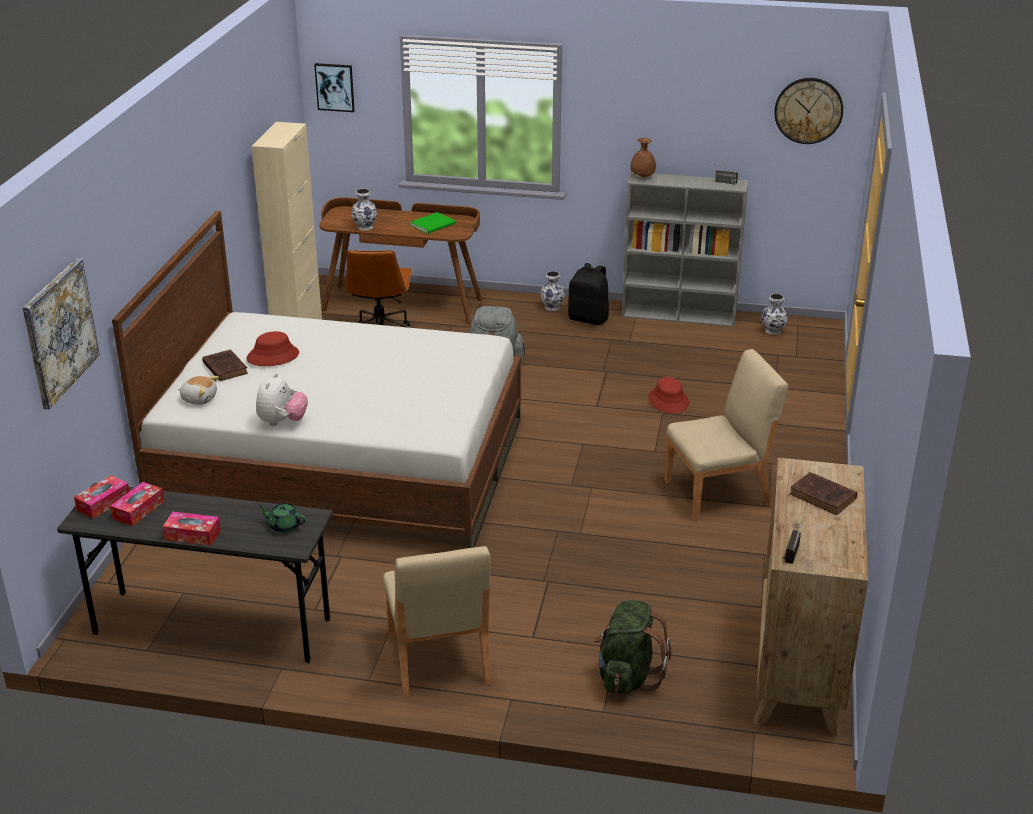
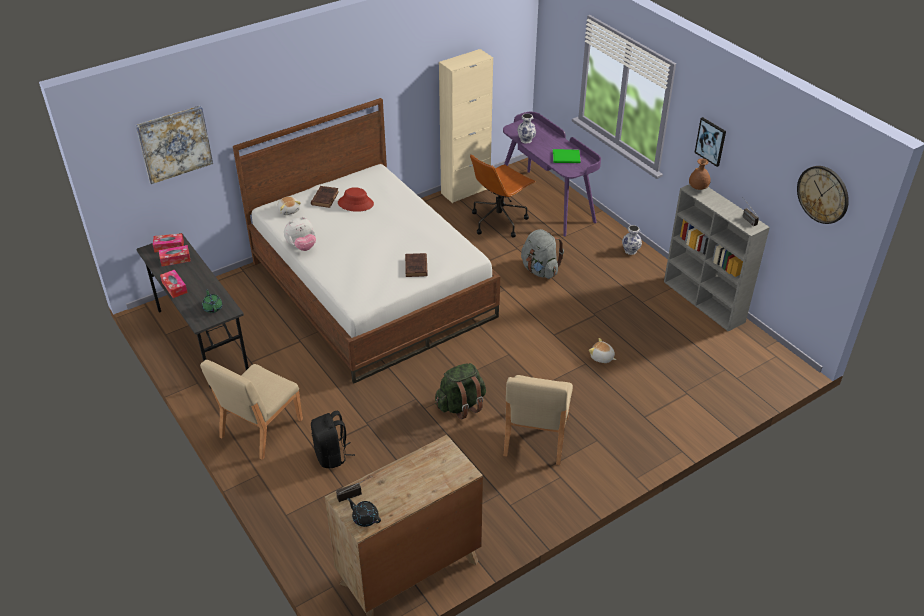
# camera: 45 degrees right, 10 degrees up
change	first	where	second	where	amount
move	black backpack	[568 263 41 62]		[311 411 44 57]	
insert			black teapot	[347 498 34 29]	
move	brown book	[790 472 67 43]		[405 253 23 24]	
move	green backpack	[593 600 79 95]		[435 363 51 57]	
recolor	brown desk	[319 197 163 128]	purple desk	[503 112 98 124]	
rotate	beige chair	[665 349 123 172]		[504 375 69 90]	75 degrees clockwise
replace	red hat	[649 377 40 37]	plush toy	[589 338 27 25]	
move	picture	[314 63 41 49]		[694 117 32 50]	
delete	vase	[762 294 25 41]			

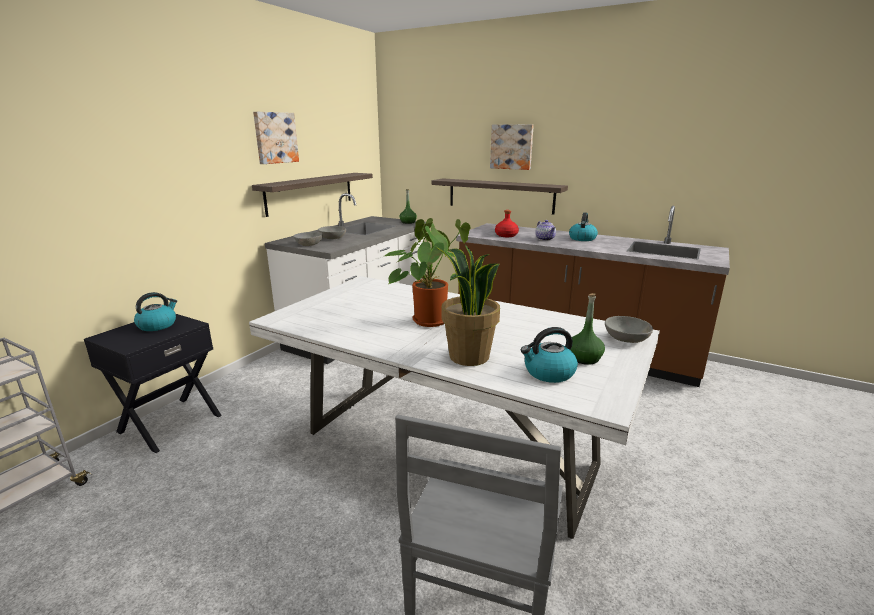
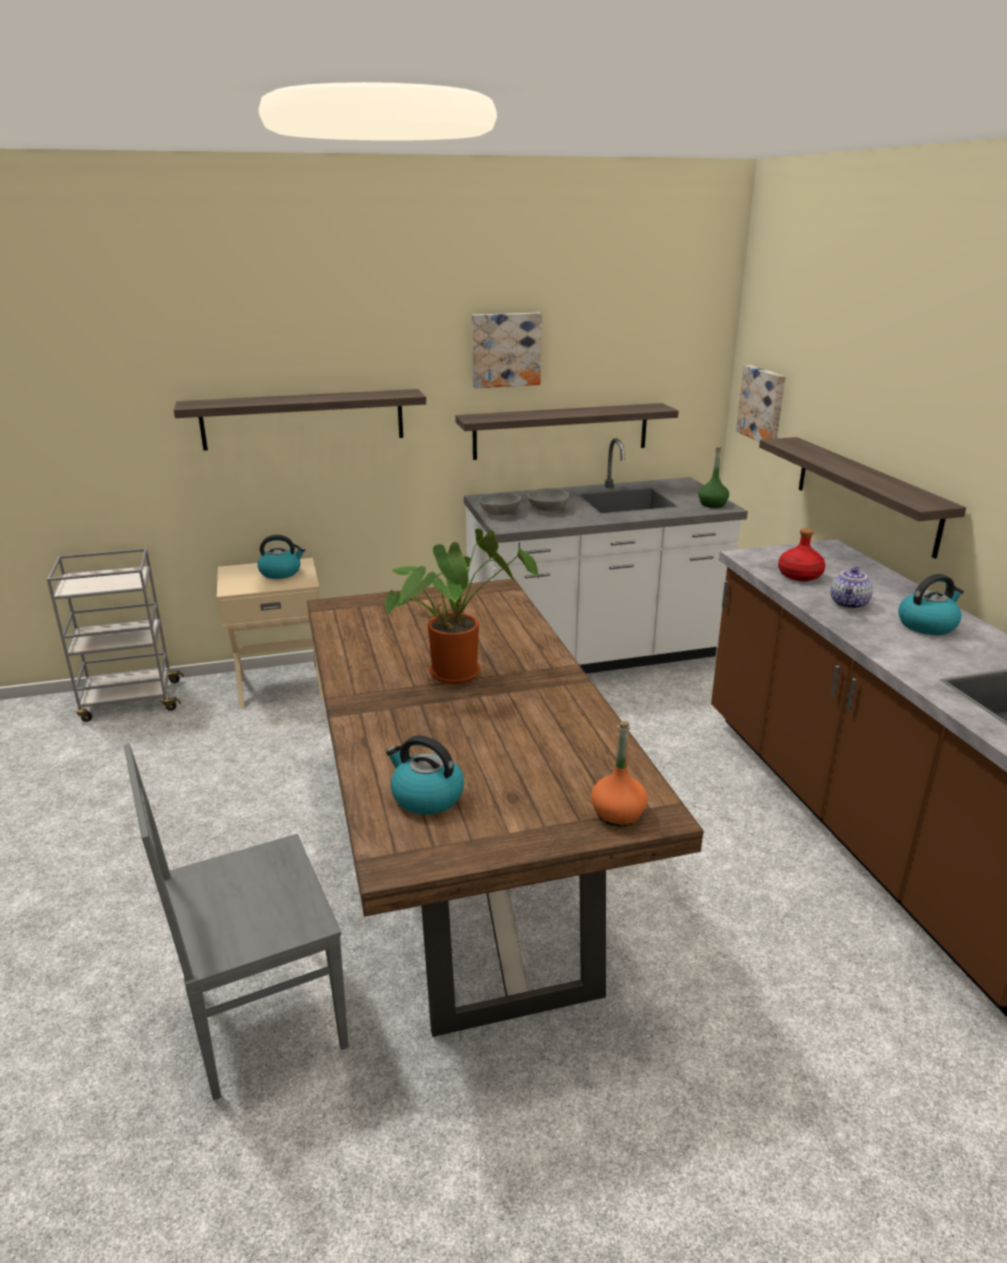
# camera: 45 degrees right, 5 degrees up
change	first	where	second	where	amount
insert			shelf	[174 389 252 62]	
recolor	black nightstand	[84 314 138 139]	beige nightstand	[217 558 107 151]	
recolor	white dining table	[249 276 411 263]	brown dining table	[307 579 397 458]	
replace	grey bowl	[605 316 48 27]	orange bottle	[591 721 57 105]	
move	picture	[490 124 44 46]		[736 365 50 77]	
delete	potted plant	[435 245 65 121]			
delete	green bottle	[571 293 34 72]			

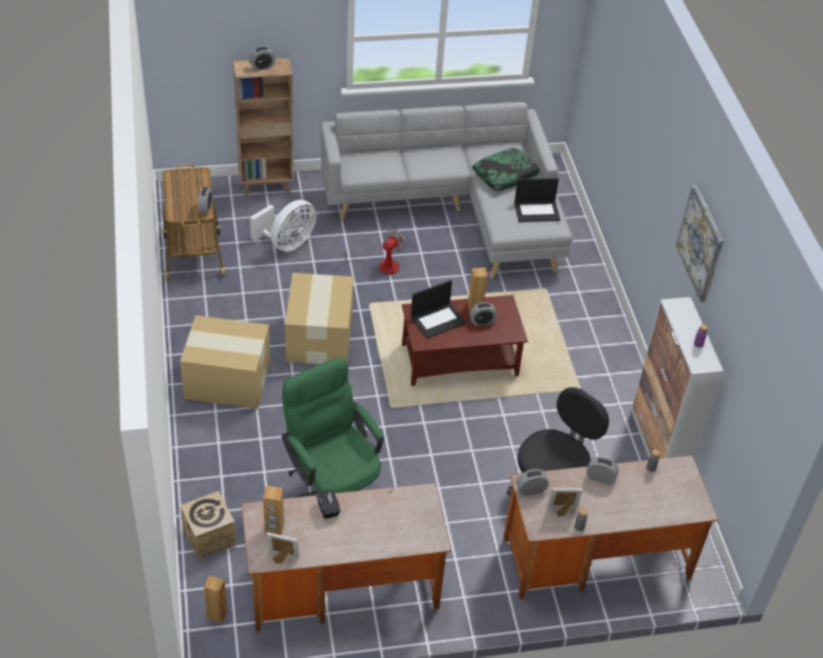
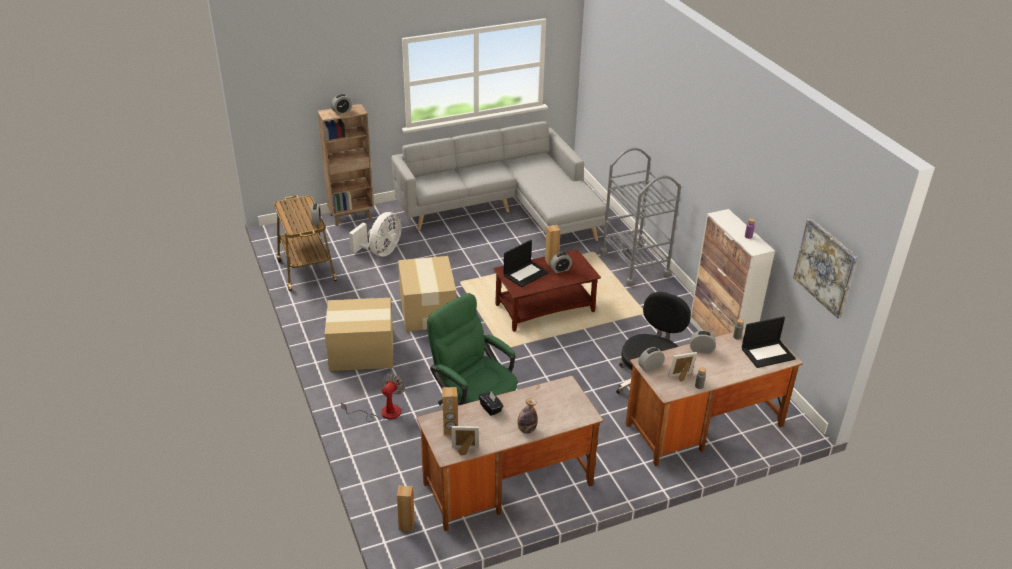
# camera: 10 degrees left, 10 degrees down
change	first	where	second	where	amount
move	fan	[341 229 65 46]		[341 373 64 49]	
insert			bottle	[517 398 21 36]	
insert			grey cart	[600 147 81 140]	
move	laptop	[514 178 46 44]		[742 316 54 52]	
move	picture	[676 185 48 117]		[793 218 65 100]	
delete	cardboard box	[180 491 56 69]			
delete	pillow	[472 148 68 43]			

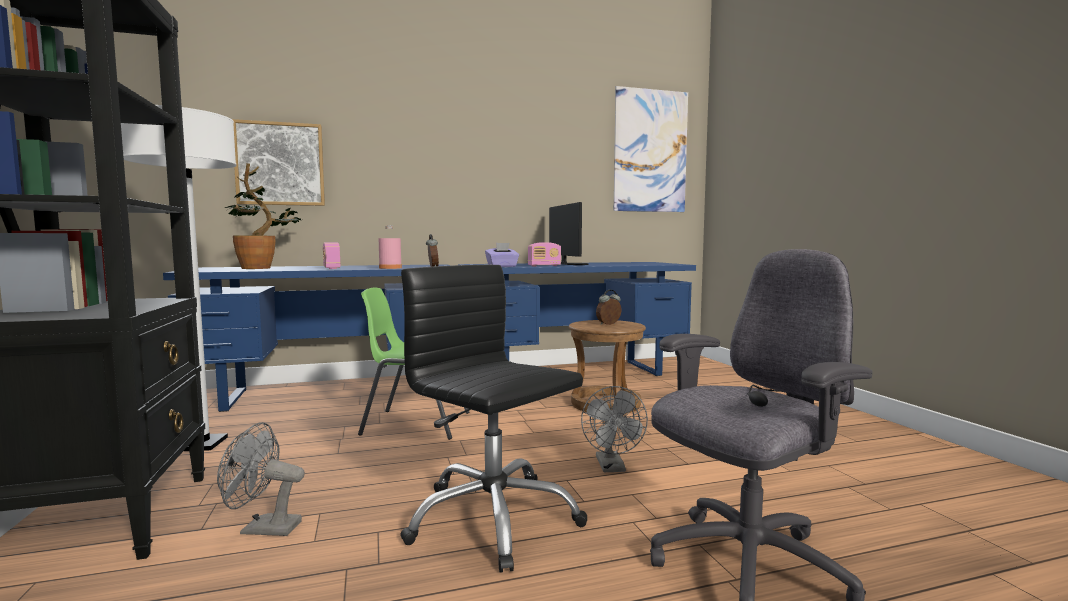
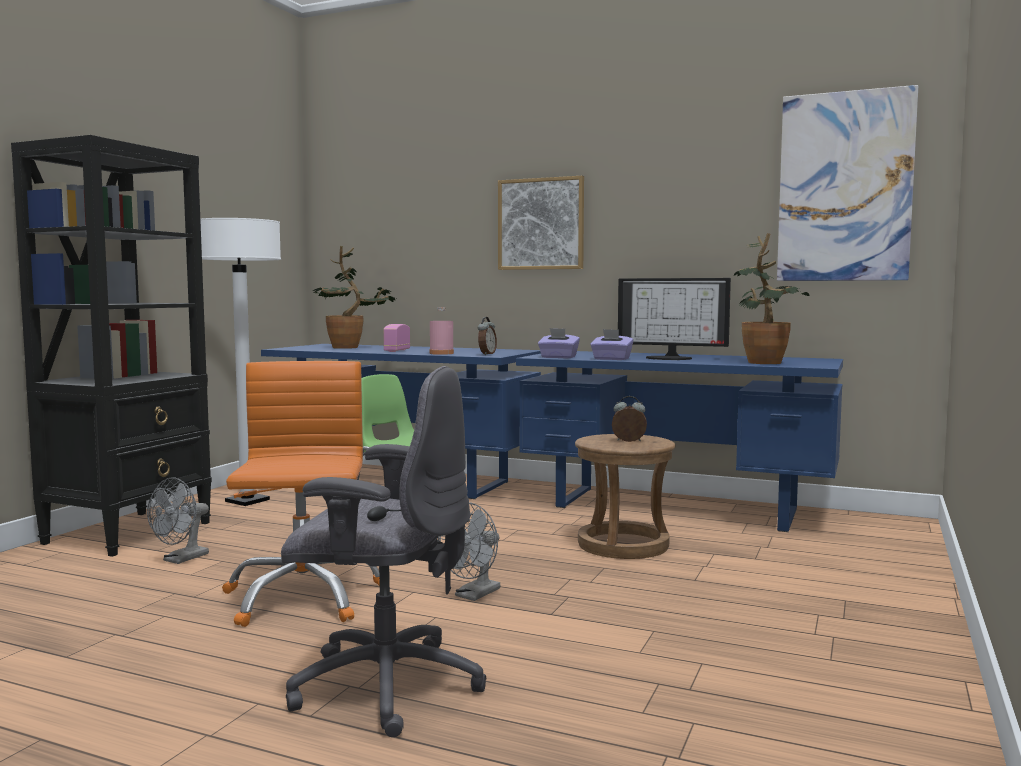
# camera: 40 degrees right, 0 degrees up
change	first	where	second	where	amount
rotate	grey fan	[217 422 88 114]		[147 478 62 86]	105 degrees counterclockwise
recolor	black office chair	[400 265 187 308]	orange office chair	[222 361 158 266]	
move	picture	[232 119 93 87]		[498 176 86 94]	
replace	radio	[528 242 33 24]	purple tissue box	[590 329 44 31]	
rotate	monitor	[549 202 39 63]		[618 278 113 82]	90 degrees clockwise
insert			potted plant	[734 233 75 131]	

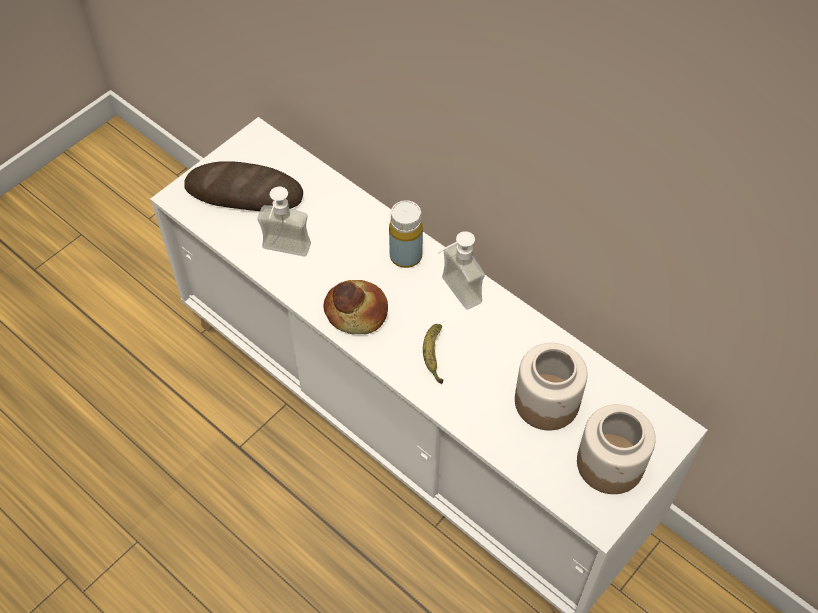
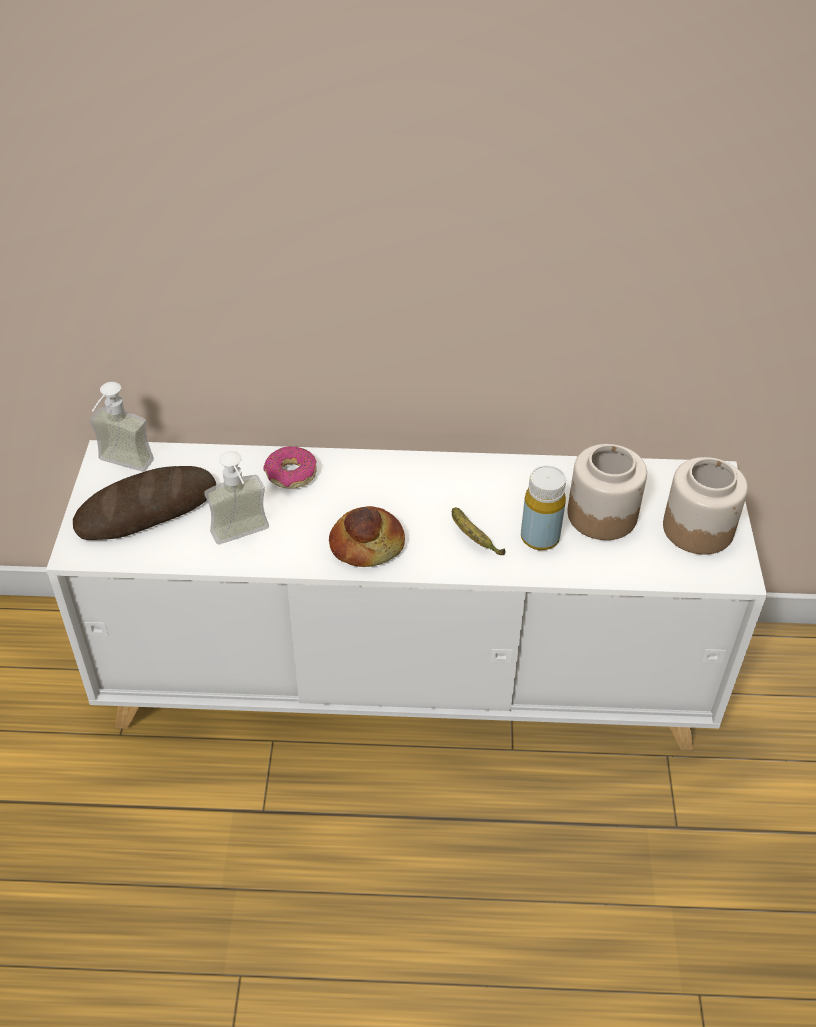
# camera: 40 degrees left, 10 degrees down
change	first	where	second	where	amount
move	soap dispenser	[438 231 47 78]		[89 382 65 90]	
insert			donut	[263 446 54 42]	
move	yellow bottle	[389 200 34 68]		[521 465 45 85]	

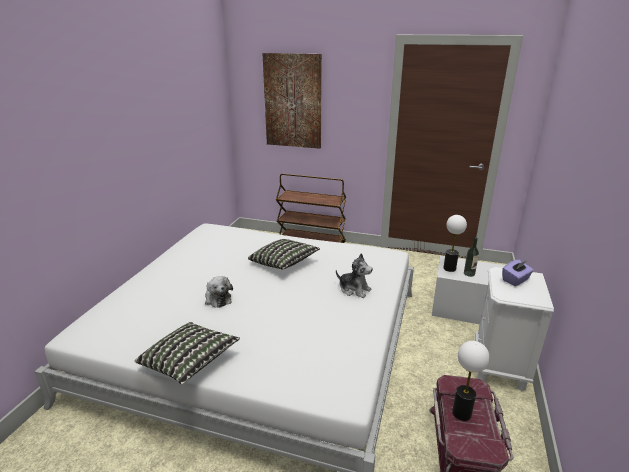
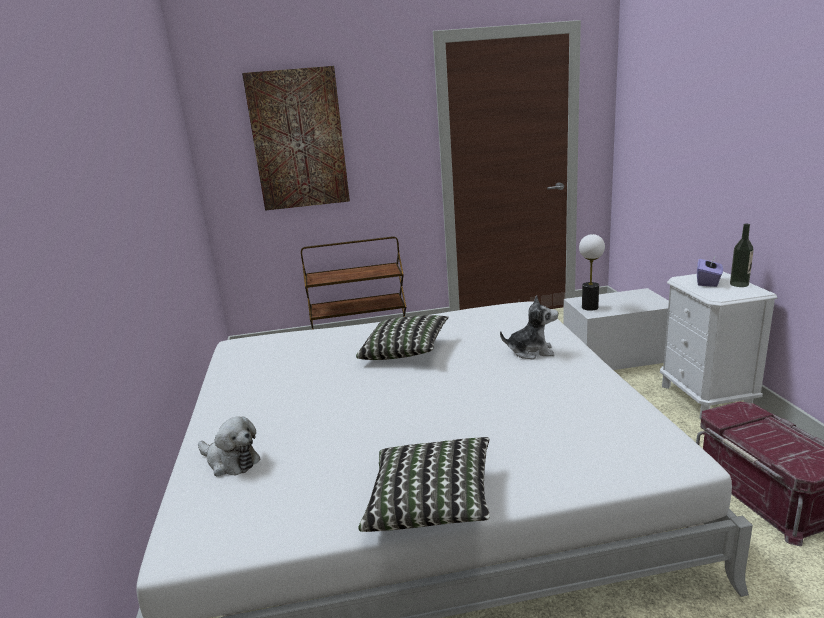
# camera: 25 degrees left, 5 degrees down
change	first	where	second	where	amount
move	plush toy	[205 276 28 32]		[198 416 63 60]	
move	bottle	[464 237 15 40]		[730 224 24 63]	
delete	table lamp	[452 341 38 80]			

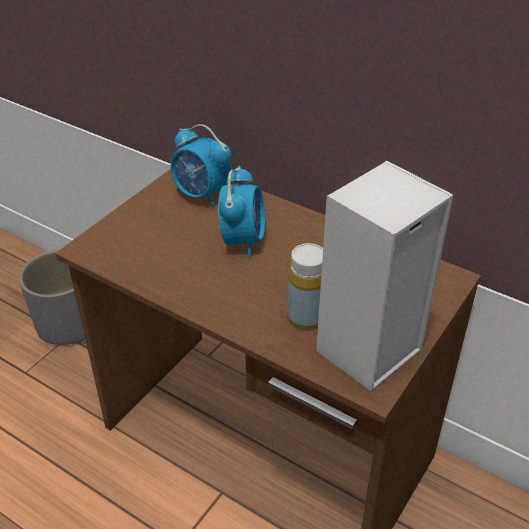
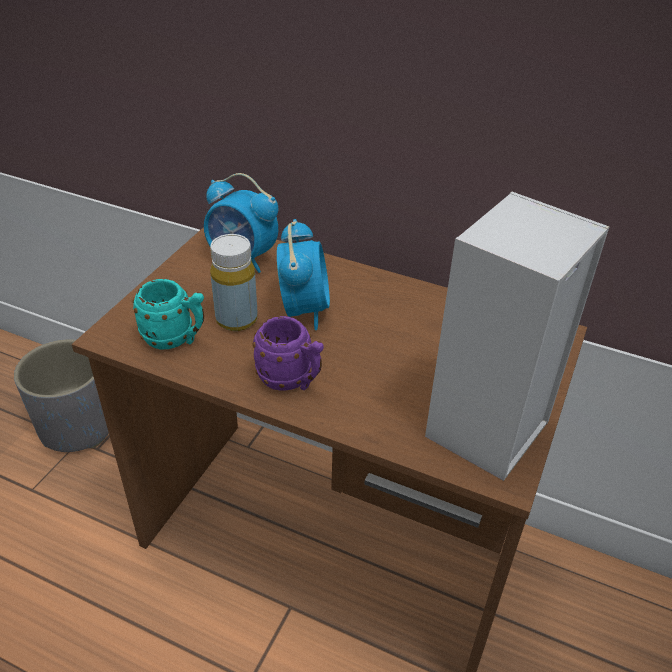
# camera: 10 degrees left, 0 degrees up
change	first	where	second	where	amount
insert			turquoise mug	[132 279 72 71]	
move	yellow bottle	[287 243 36 86]		[210 234 48 97]	
insert			purple mug	[252 316 72 75]	

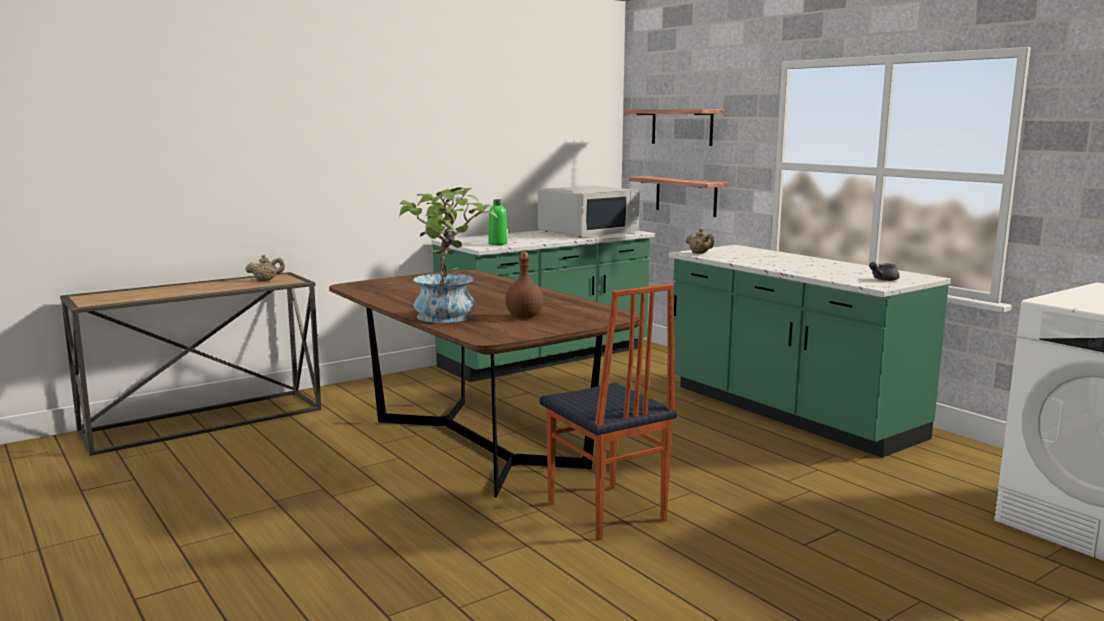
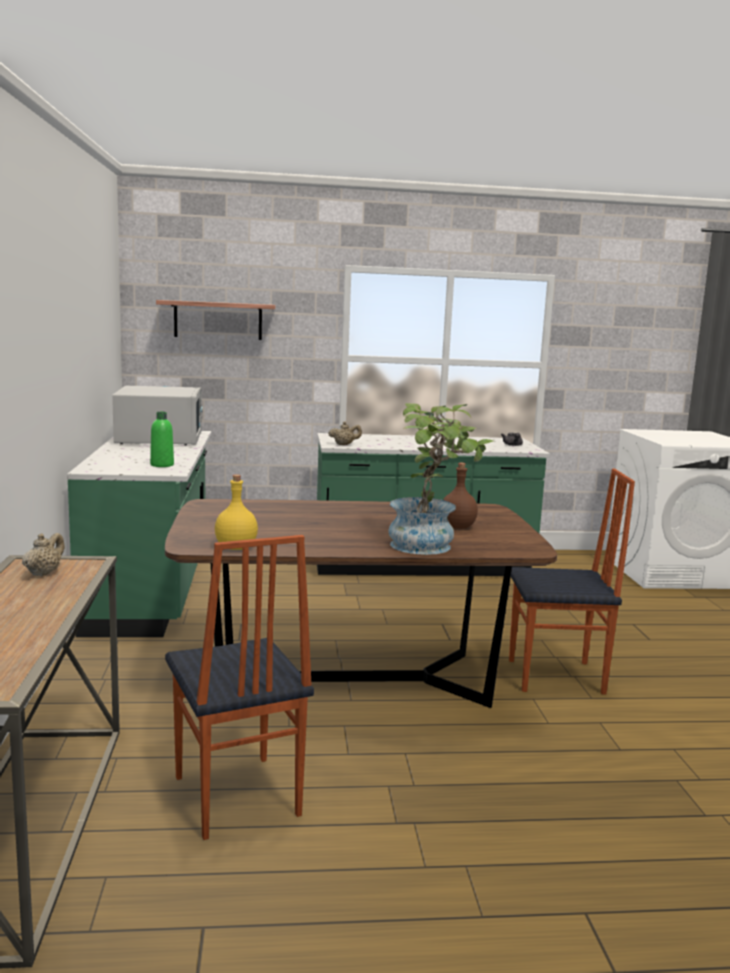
# camera: 60 degrees left, 0 degrees up
change	first	where	second	where	amount
insert			chair	[165 535 149 305]	
insert			yellow bottle	[215 475 43 75]	
delete	shelf	[628 176 100 41]			

